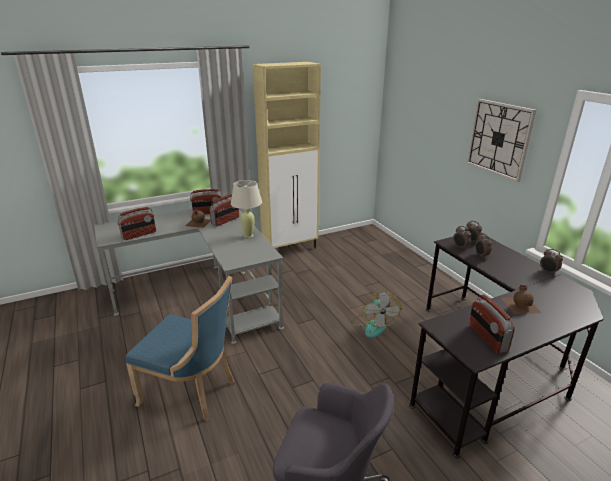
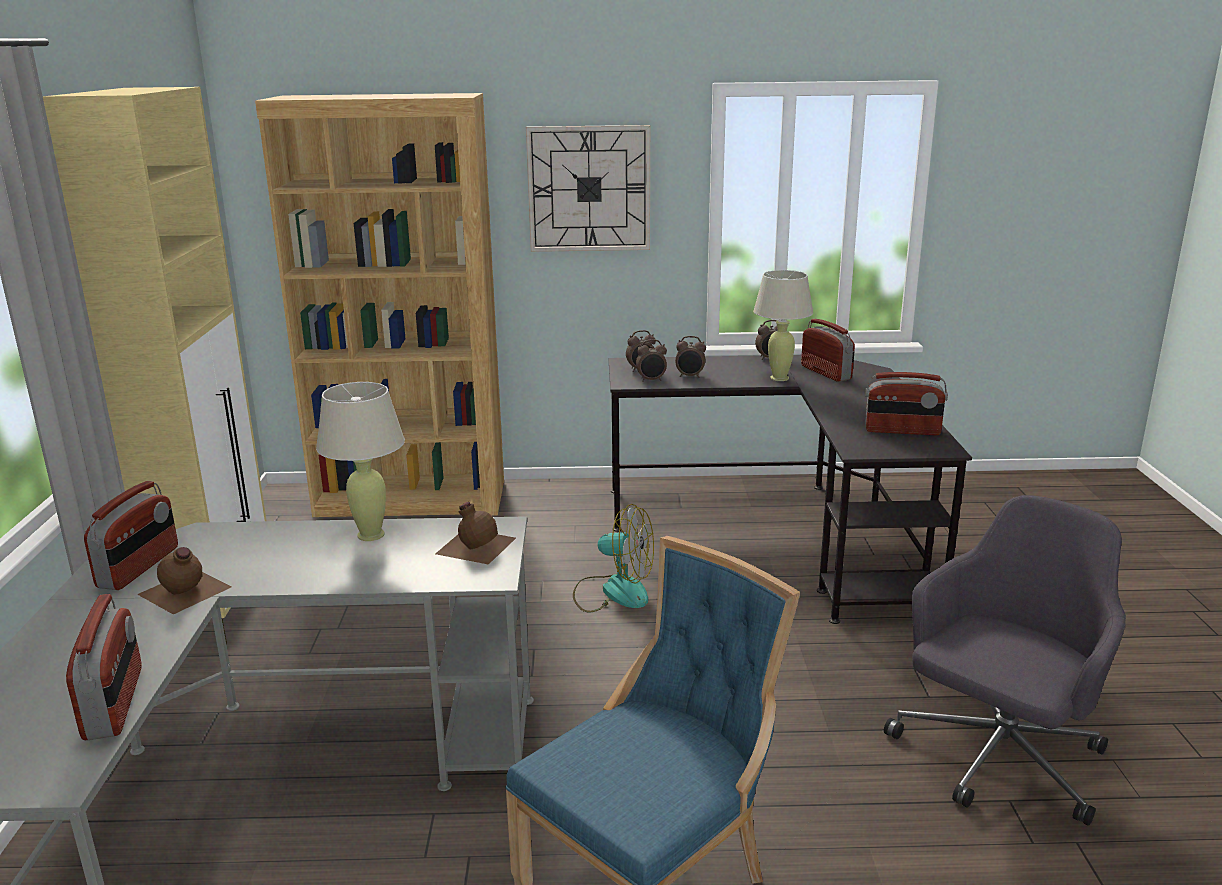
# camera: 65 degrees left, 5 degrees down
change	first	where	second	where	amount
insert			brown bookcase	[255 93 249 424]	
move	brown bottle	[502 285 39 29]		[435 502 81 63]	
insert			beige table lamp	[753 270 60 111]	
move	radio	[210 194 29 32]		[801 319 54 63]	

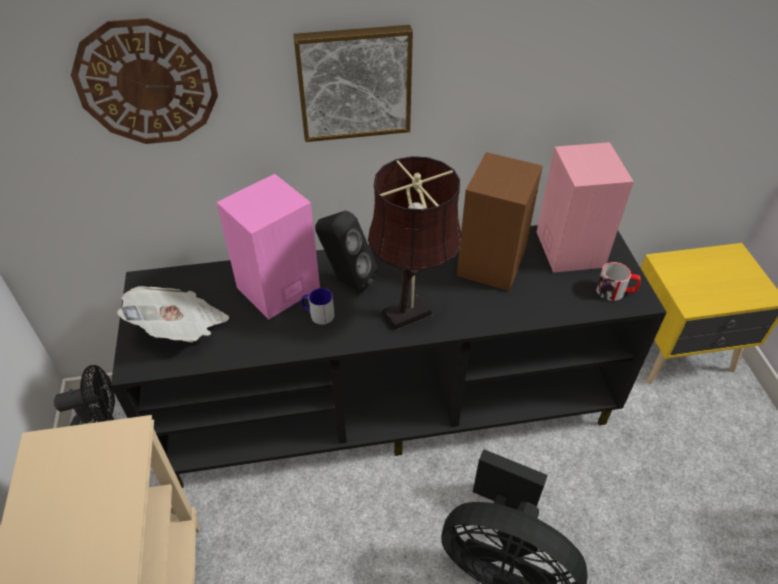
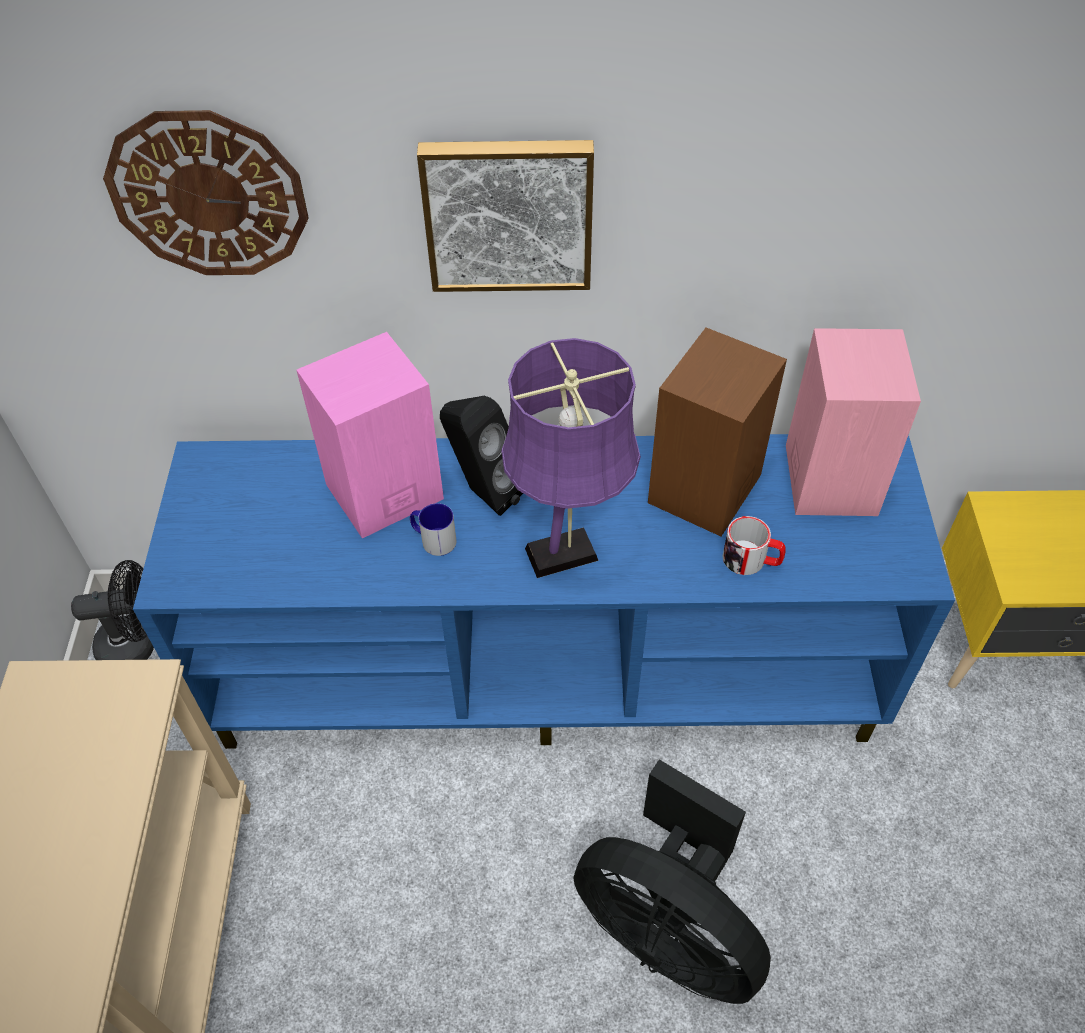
# camera: 10 degrees right, 5 degrees up
change	first	where	second	where	amount
recolor	black tv stand	[111 225 556 263]	blue tv stand	[133 434 822 315]	
recolor	brown table lamp	[368 156 94 175]	purple table lamp	[501 338 140 240]	
move	mug	[596 262 45 39]		[722 516 64 59]	
delete	newspaper	[117 286 112 56]			

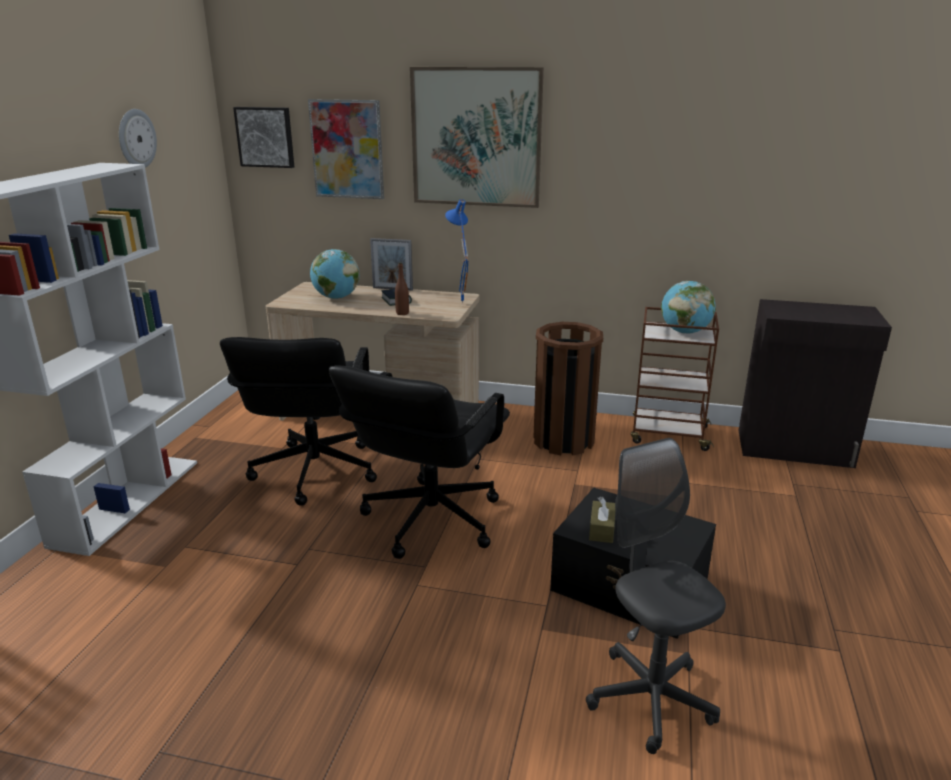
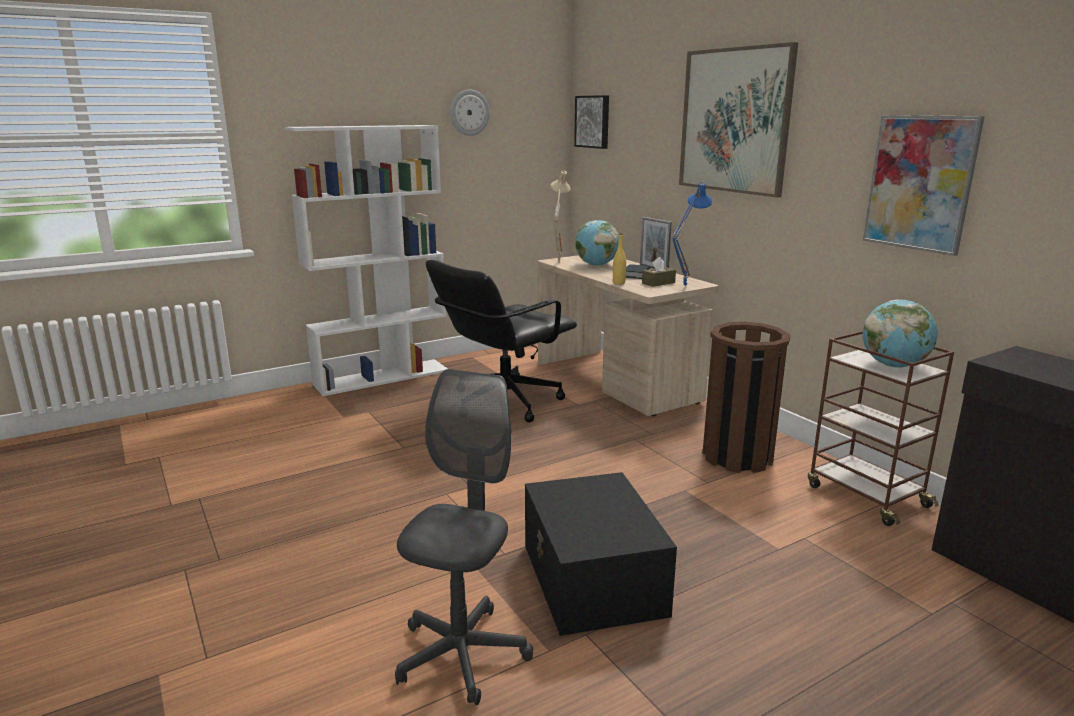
# camera: 45 degrees right, 5 degrees down
change	first	where	second	where	amount
insert			beige table lamp	[550 171 21 89]	
recolor	brown bottle	[395 262 14 53]	yellow bottle	[613 233 13 52]	
move	brown tissue box	[589 497 27 46]		[642 257 34 30]	
move	picture	[308 99 76 100]		[863 115 122 141]	
delete	black office chair	[329 365 181 194]			

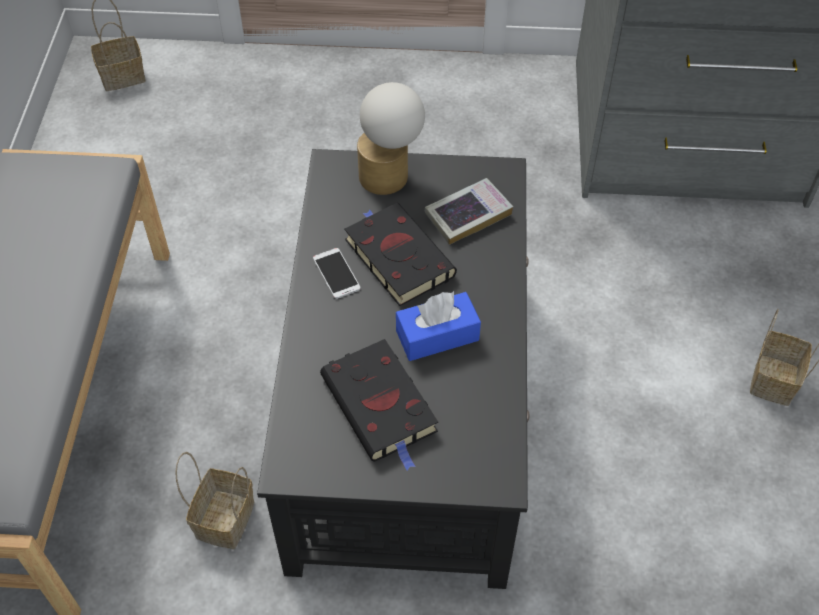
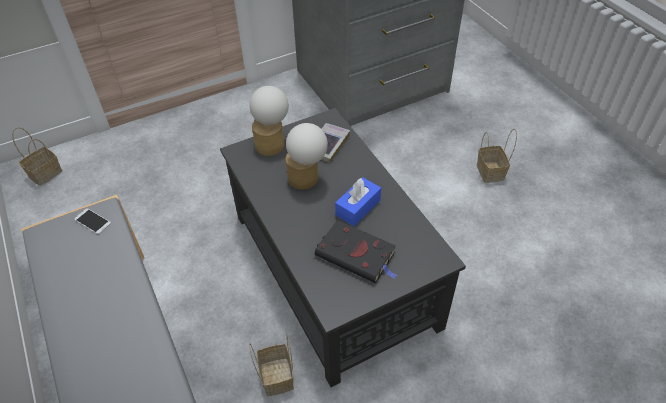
# camera: 30 degrees left, 5 degrees down
change	first	where	second	where	amount
move	phone	[313 248 48 51]		[74 208 37 26]	
replace	black book	[344 203 113 103]	table lamp	[286 123 42 67]	

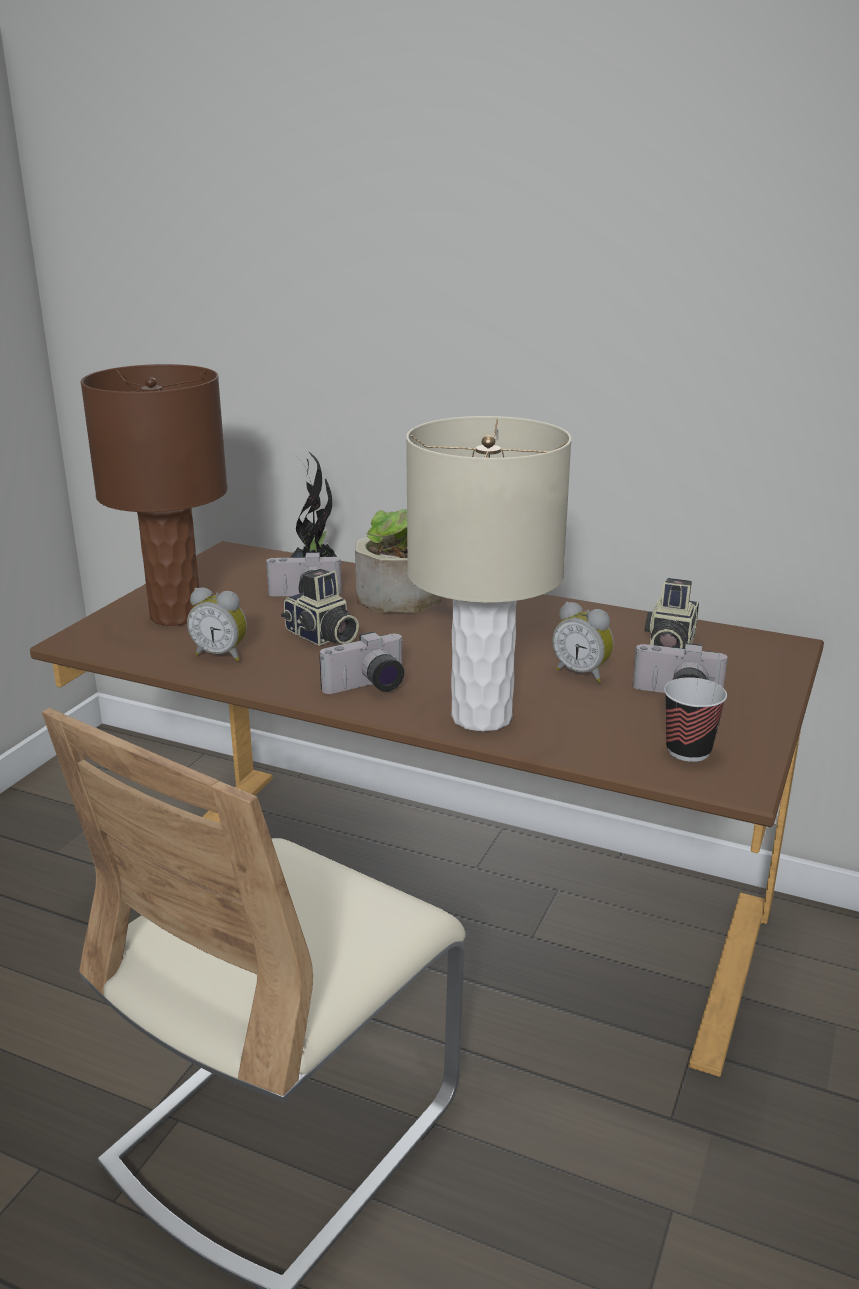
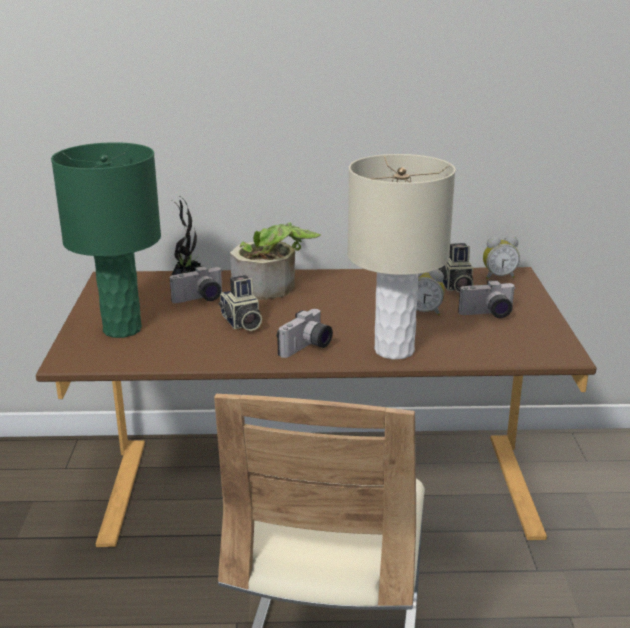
# camera: 25 degrees left, 0 degrees up
change	first	where	second	where	amount
recolor	brown table lamp	[80 364 148 262]	green table lamp	[51 142 110 196]	
rotate	photo camera	[281 569 78 77]		[219 275 43 56]	45 degrees clockwise
move	alarm clock	[187 587 60 74]		[483 236 37 44]	
delete	cup	[664 677 63 85]			

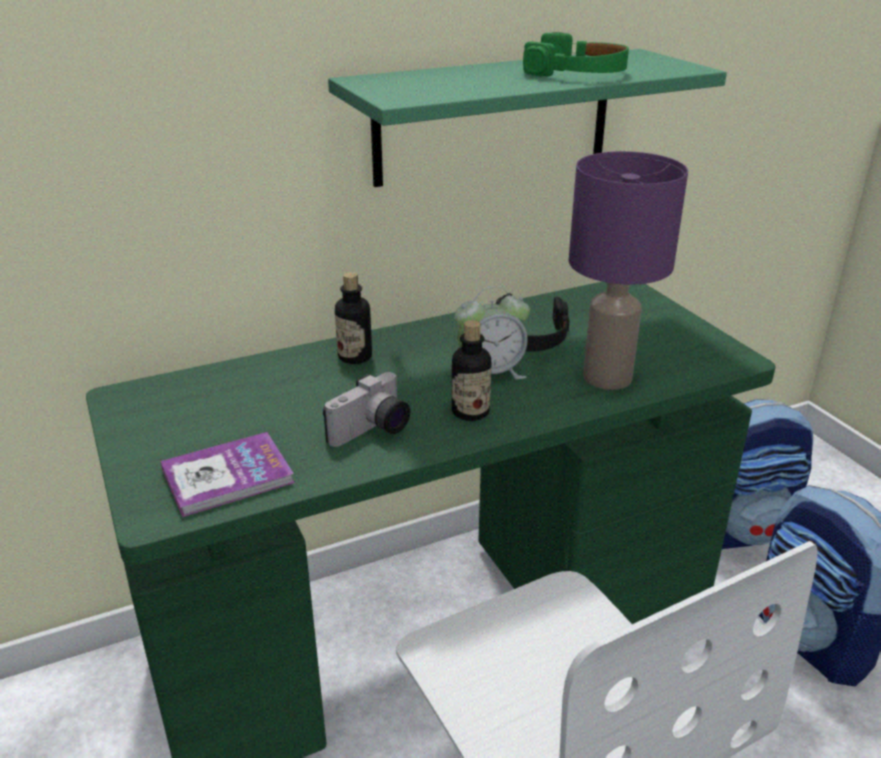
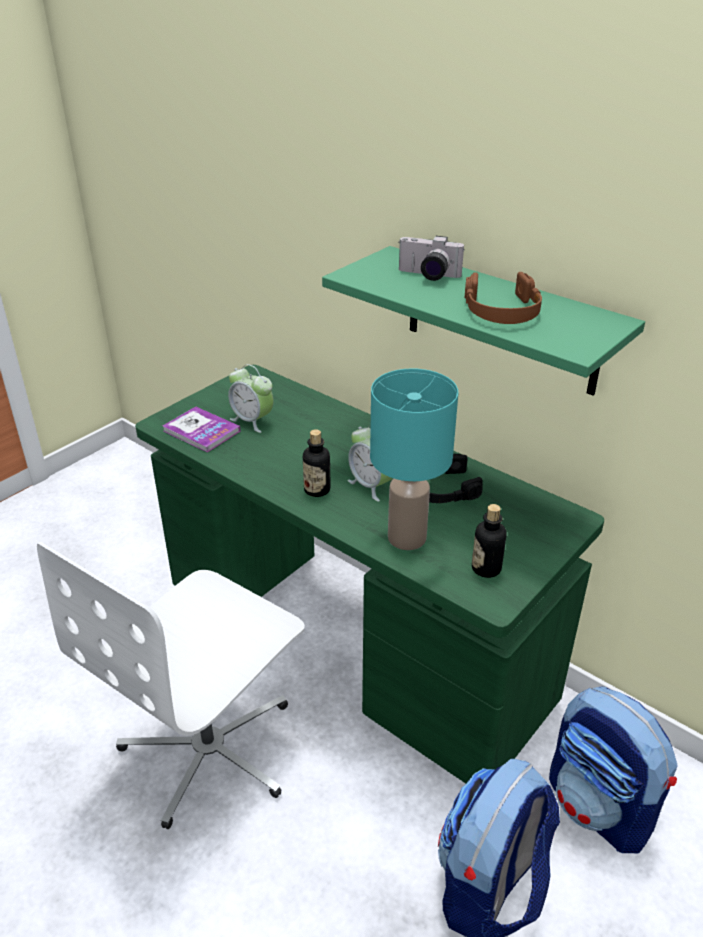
# camera: 65 degrees right, 5 degrees up
change	first	where	second	where	amount
insert			alarm clock	[228 364 46 69]	
recolor	purple table lamp	[569 151 119 239]	turquoise table lamp	[370 368 88 182]	
move	photo camera	[323 372 87 75]		[398 236 67 45]	
recolor	green headphones	[523 32 106 44]	brown headphones	[465 272 77 52]	
move	bottle	[335 272 37 92]		[472 504 35 74]	

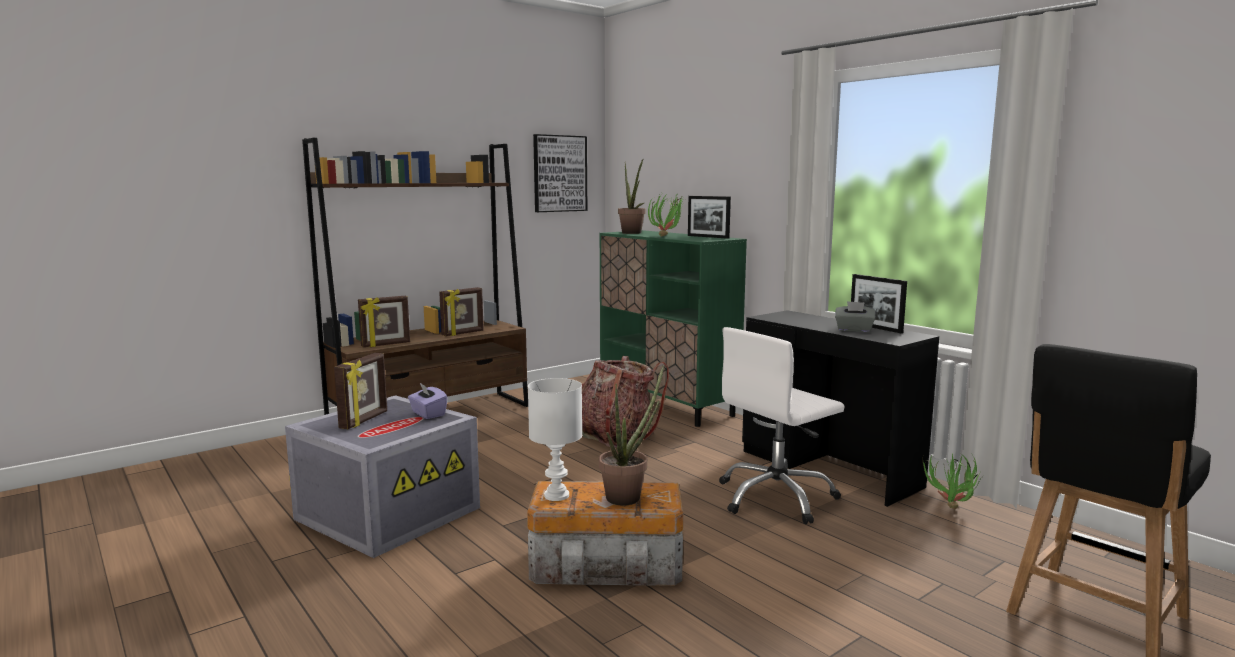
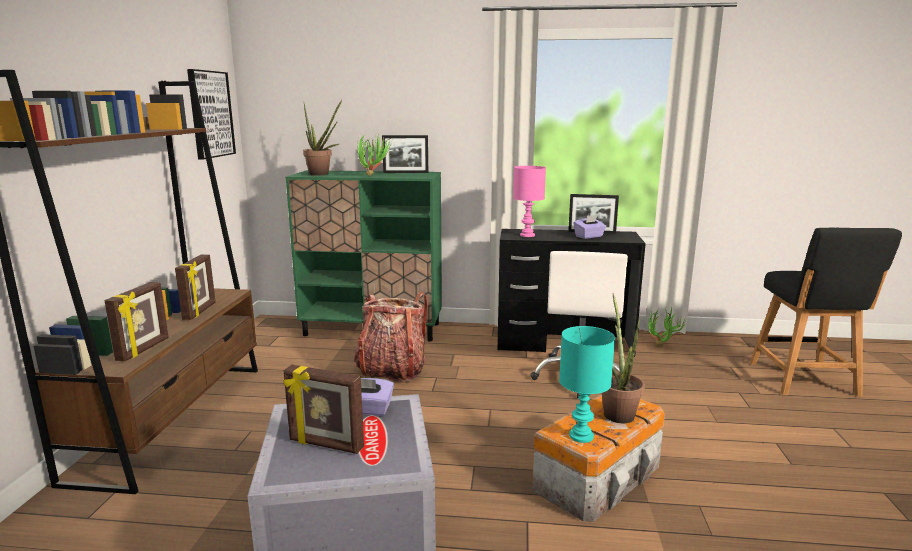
# camera: 45 degrees left, 5 degrees up
change	first	where	second	where	amount
rotate	picture frame	[334 353 53 76]		[283 365 81 89]	135 degrees clockwise
insert			pink table lamp	[513 166 33 71]	
recolor	white table lamp	[528 378 54 123]	turquoise table lamp	[559 326 56 117]	
recolor	grey tissue box	[835 301 40 31]	purple tissue box	[573 215 33 24]	

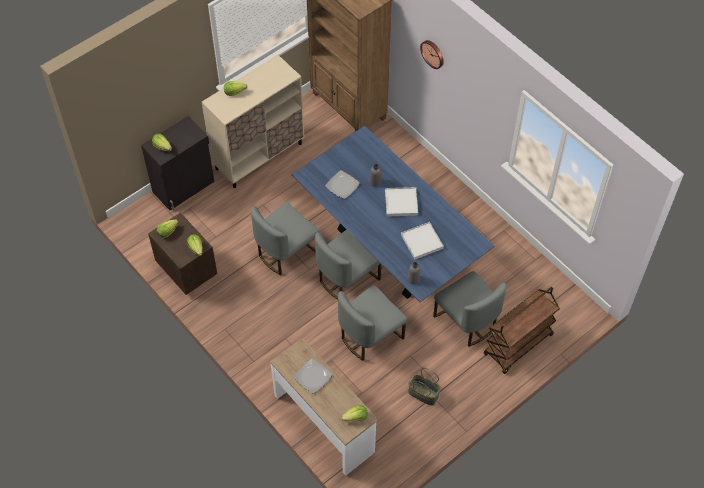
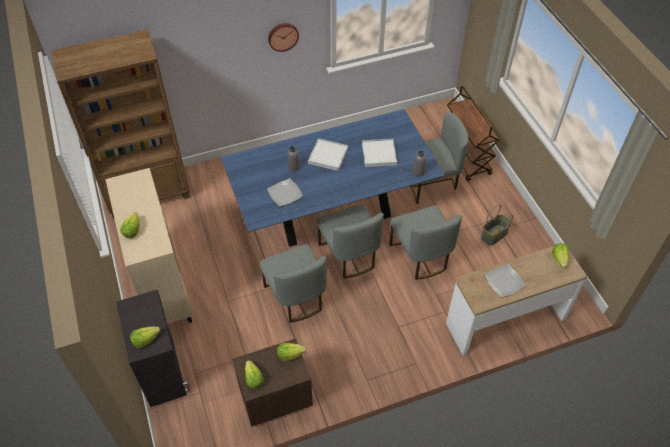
# camera: 70 degrees left, 5 degrees down
change	first	where	second	where	amount
move	wall clock	[420 40 24 29]		[268 23 31 29]	

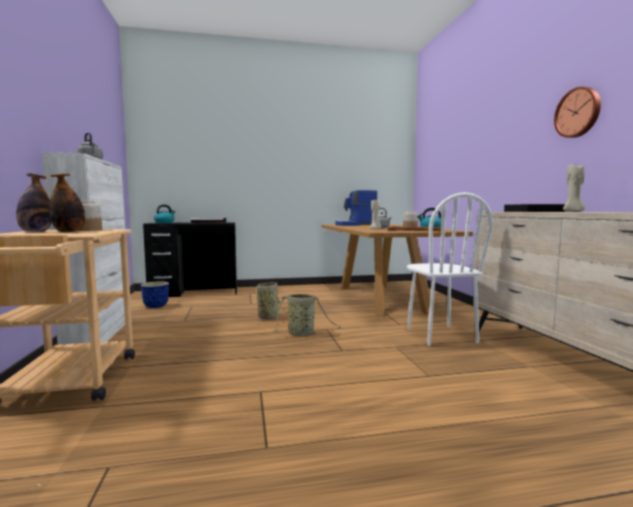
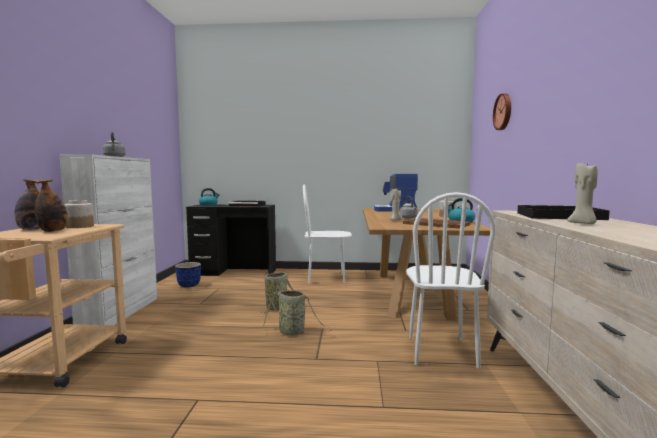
# camera: 15 degrees right, 0 degrees up
change	first	where	second	where	amount
insert			white chair	[303 185 49 99]	
move	wall clock	[554 87 47 51]		[493 93 18 37]	

